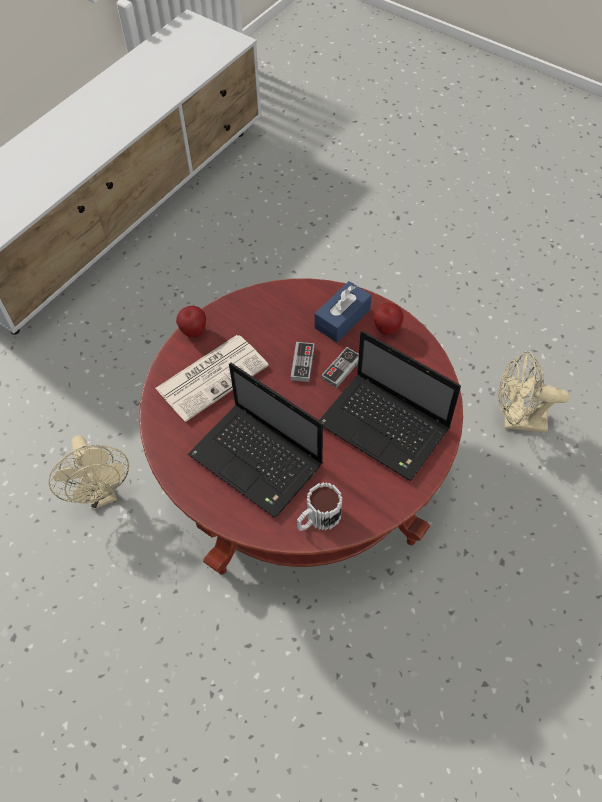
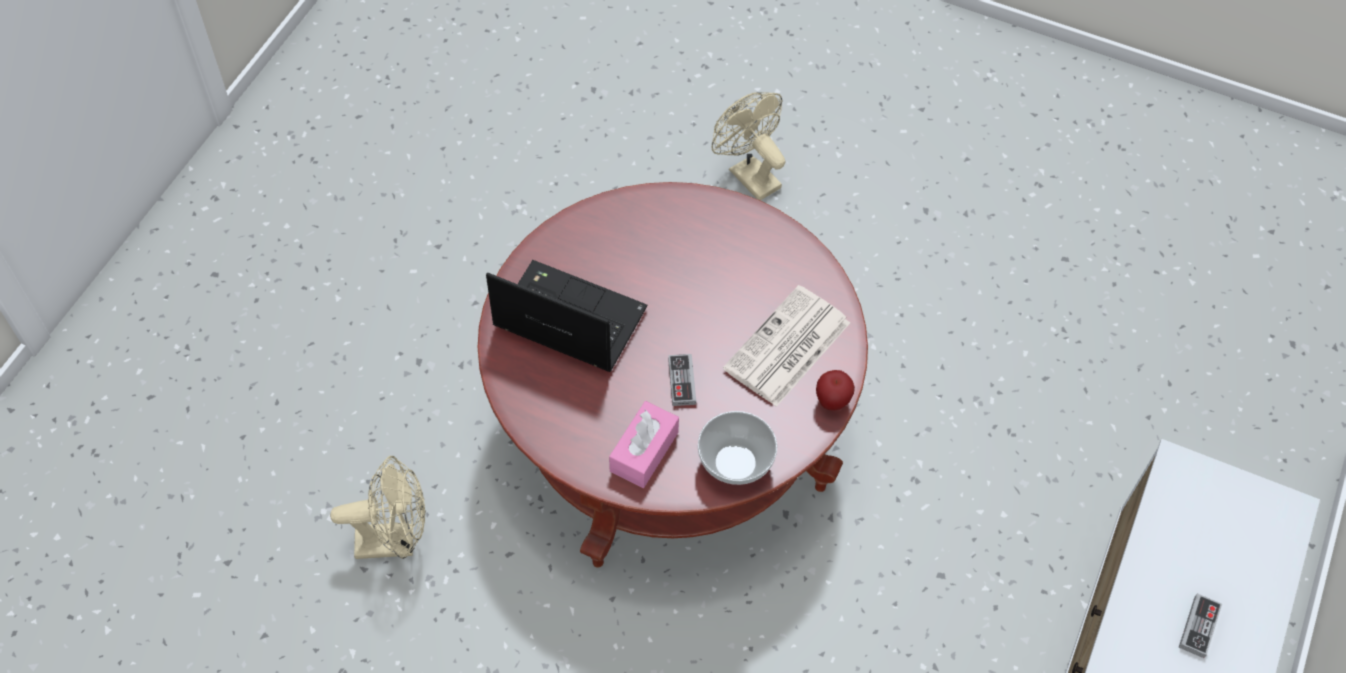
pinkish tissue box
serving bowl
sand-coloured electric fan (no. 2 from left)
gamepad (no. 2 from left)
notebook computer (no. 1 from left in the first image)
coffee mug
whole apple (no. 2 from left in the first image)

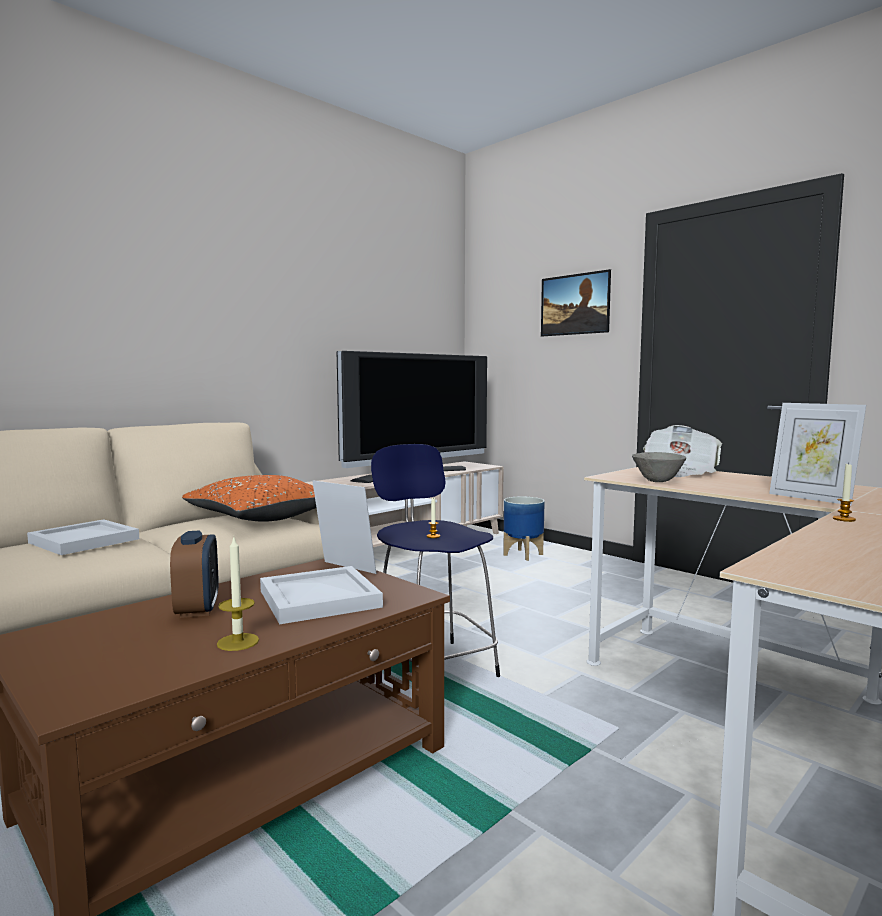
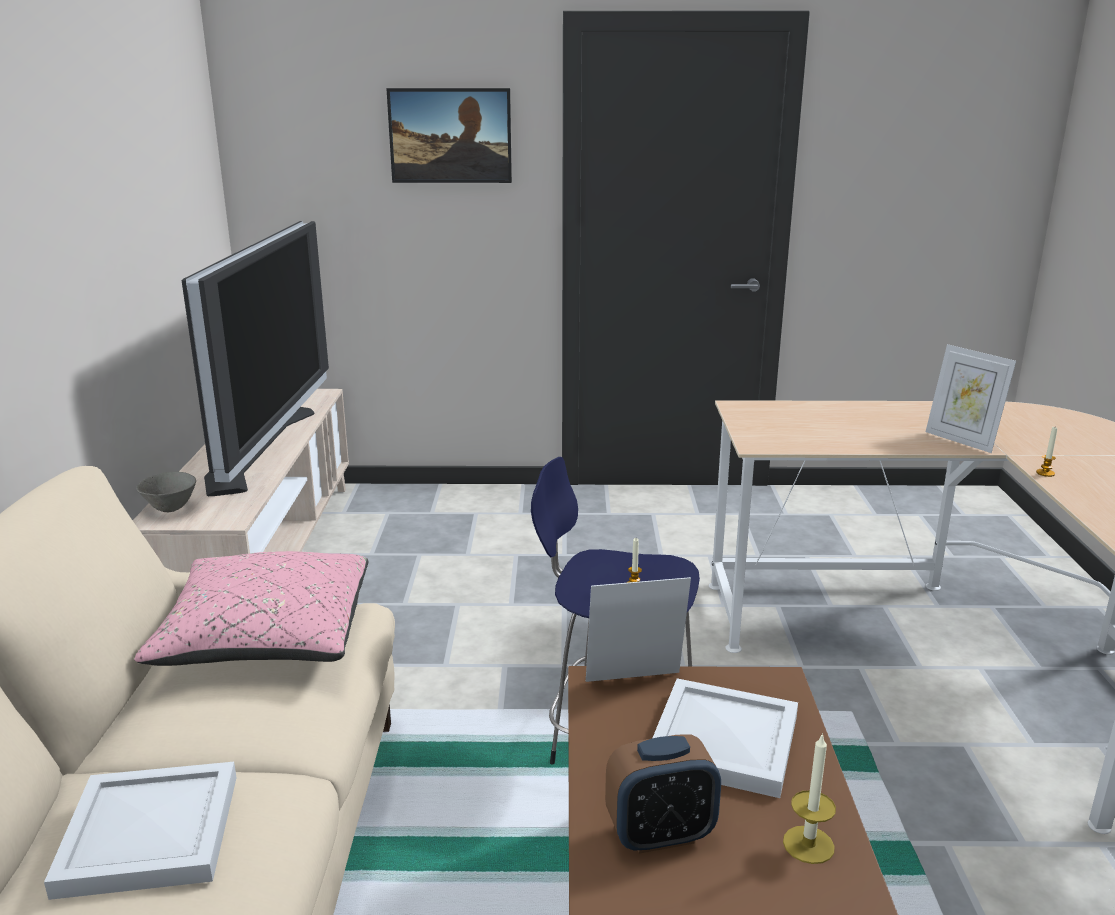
pinkish cushion
greyish serving bowl
bedside clock
standing frame (no. 2 from left)
flower pot
newspaper

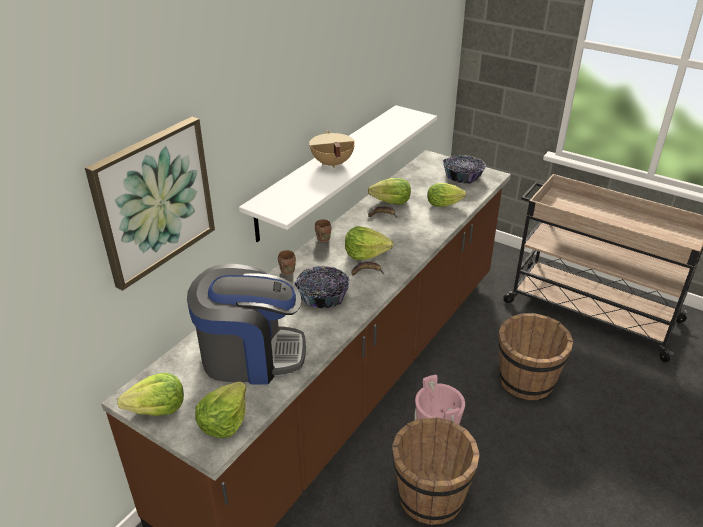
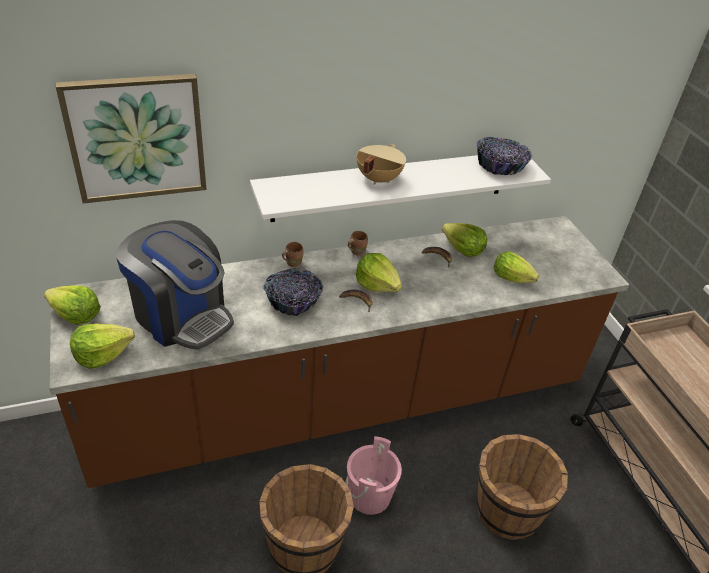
serving bowl (no. 2 from left)

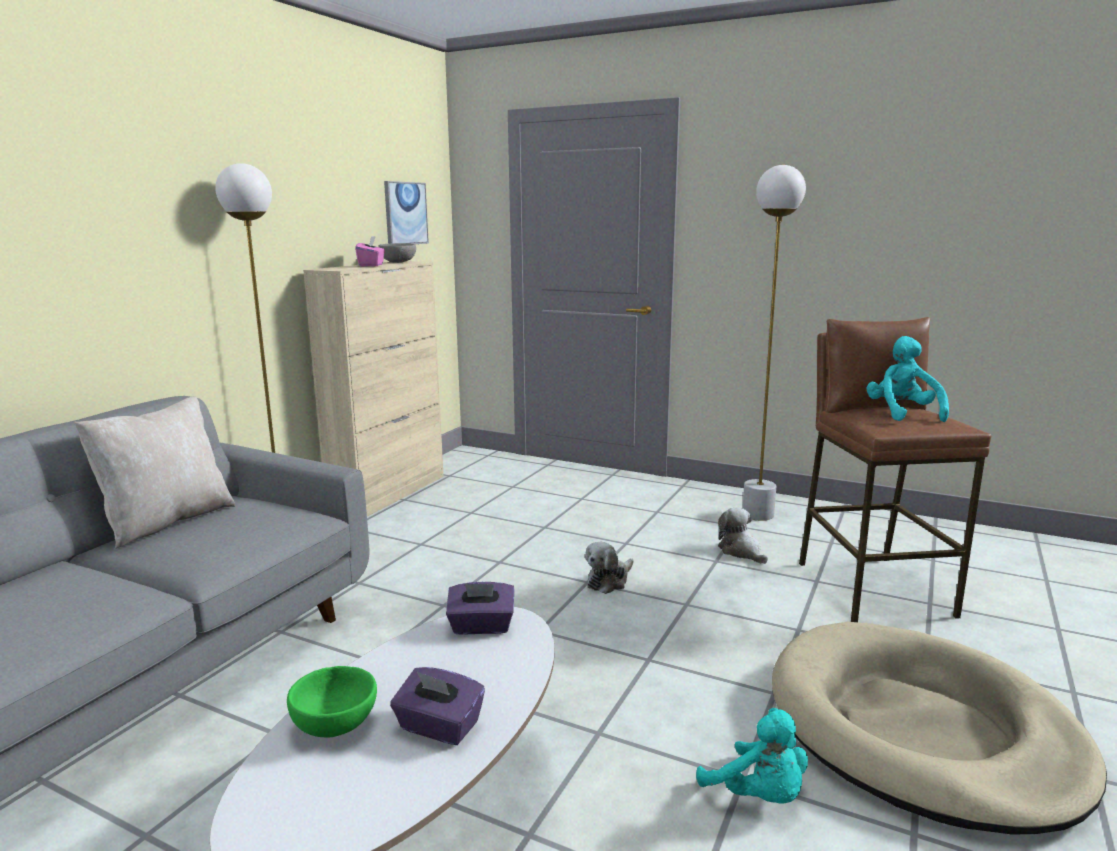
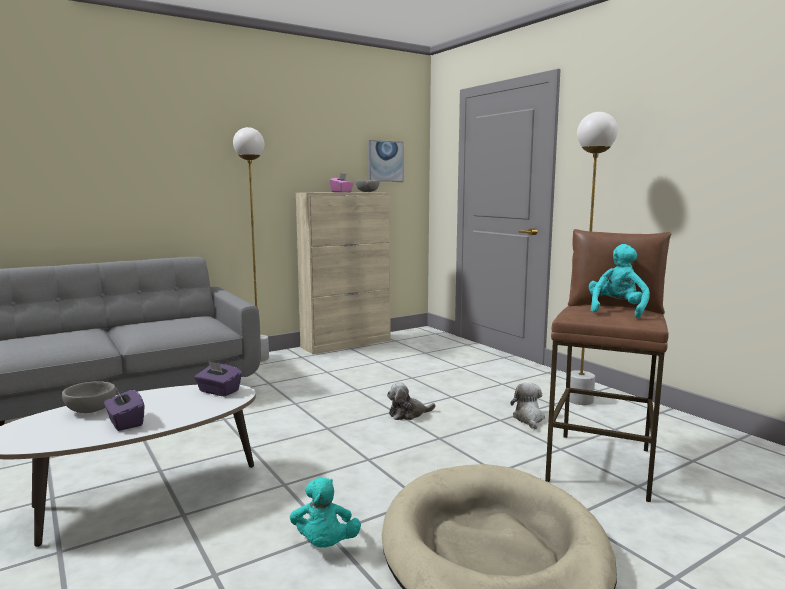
greyish serving bowl (no. 1 from left)
sand-coloured cushion

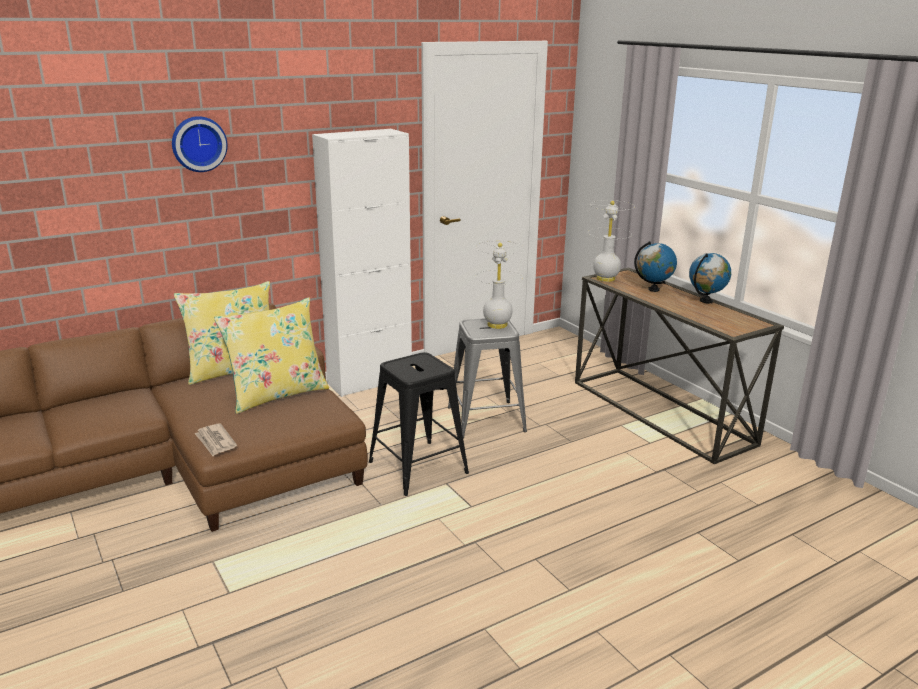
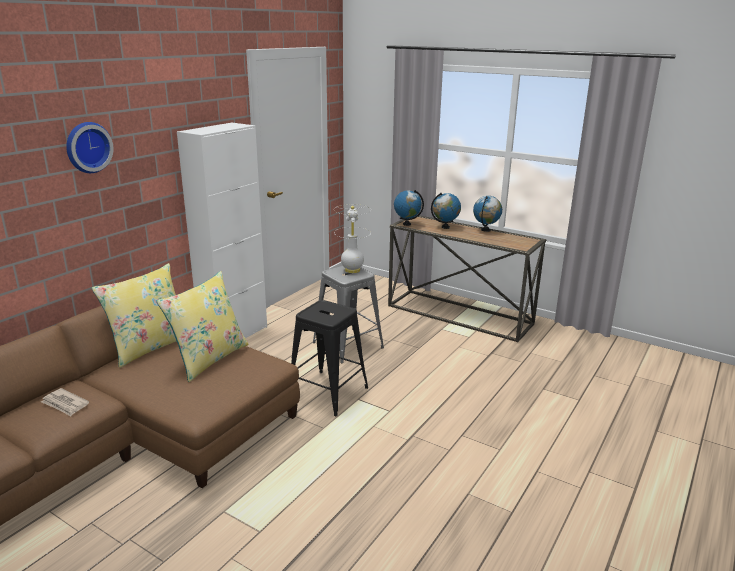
newspaper
desk globe (no. 1 from left)

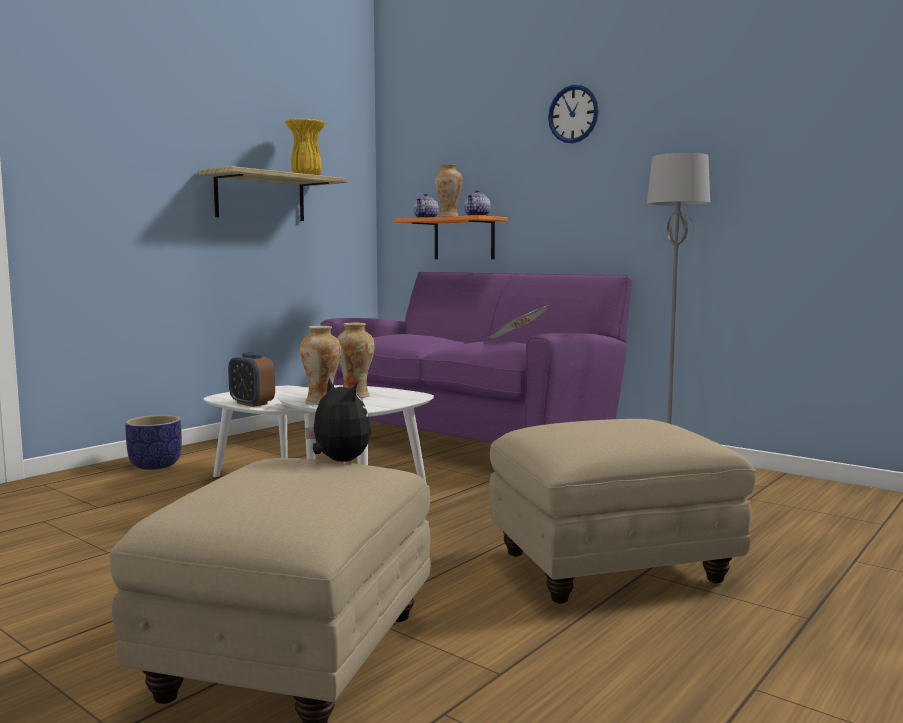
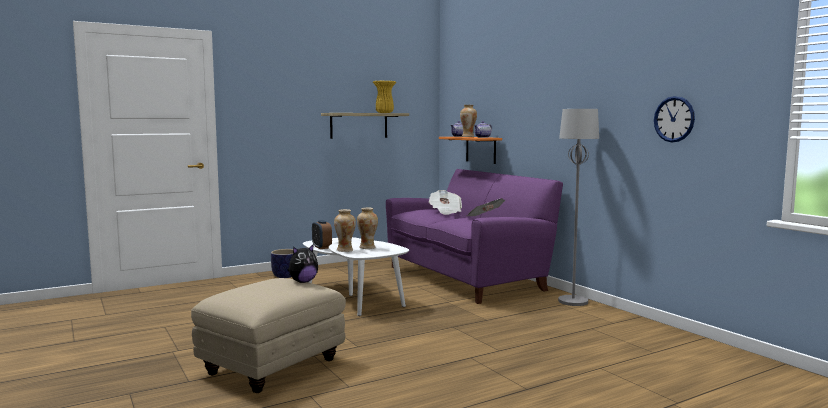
cuddly toy
newspaper (no. 1 from left)
hanging clock
sand-coloured ottoman (no. 2 from left in the first image)

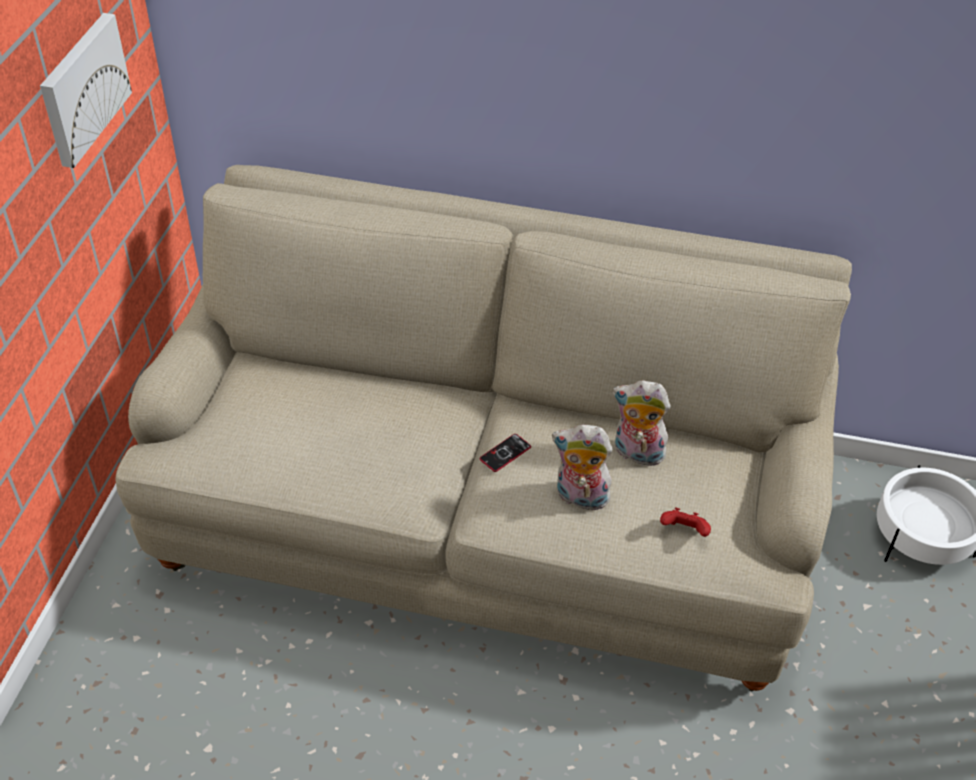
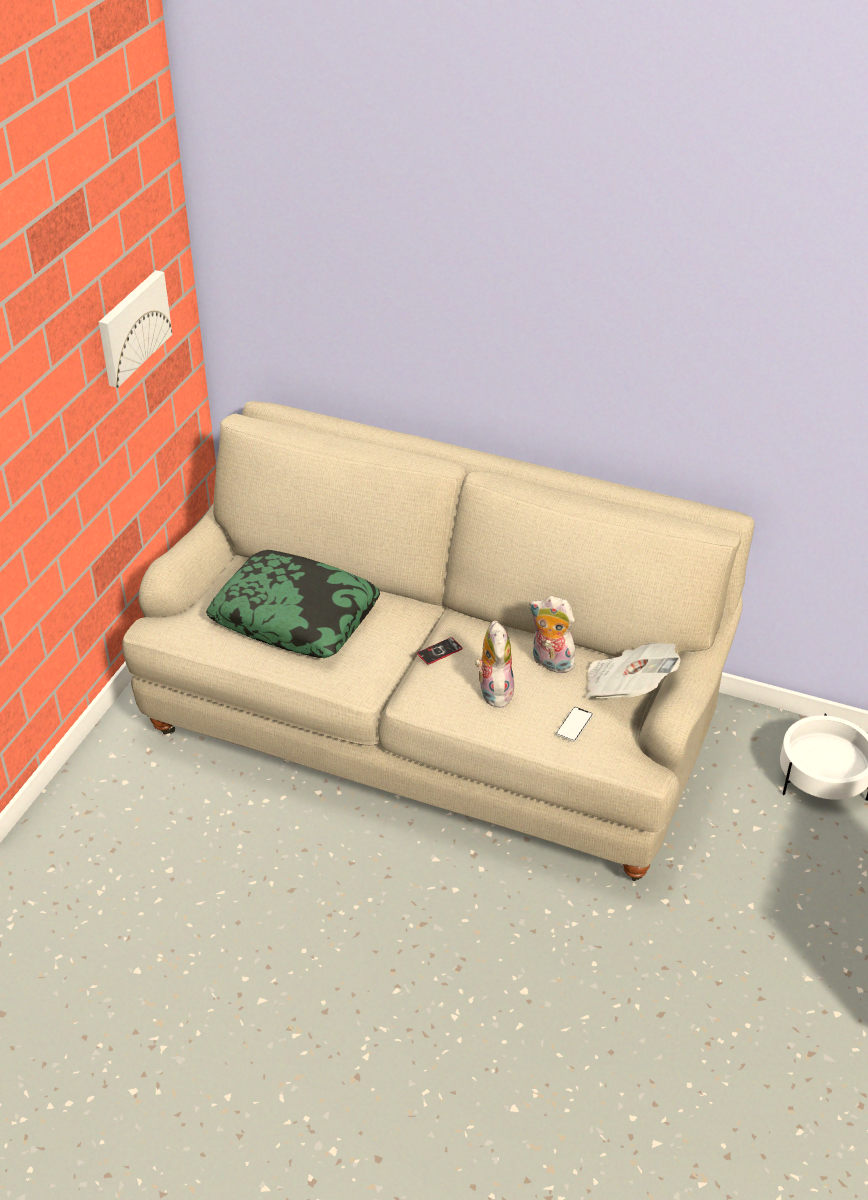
cushion
cuddly toy (no. 1 from left)
telephone (no. 2 from left)
newspaper

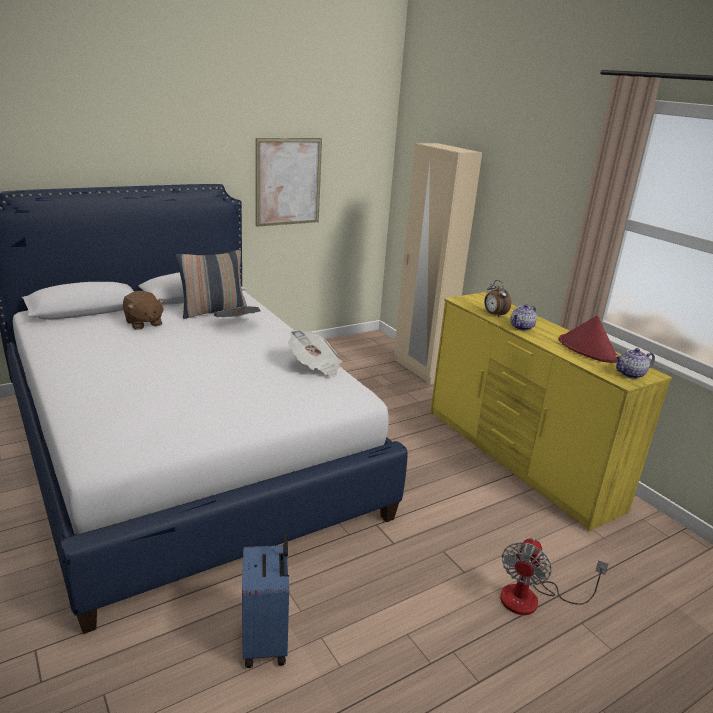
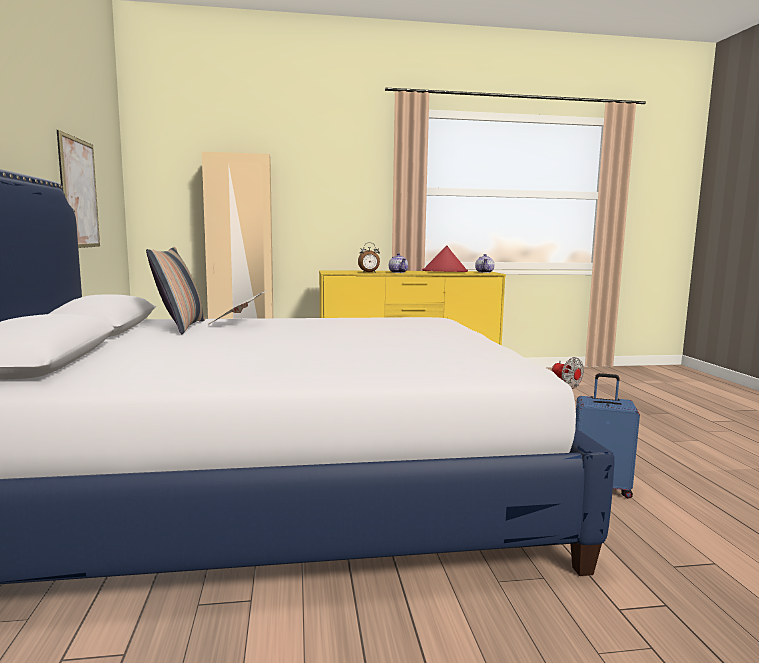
brown cuddly toy
newspaper (no. 2 from left in the first image)

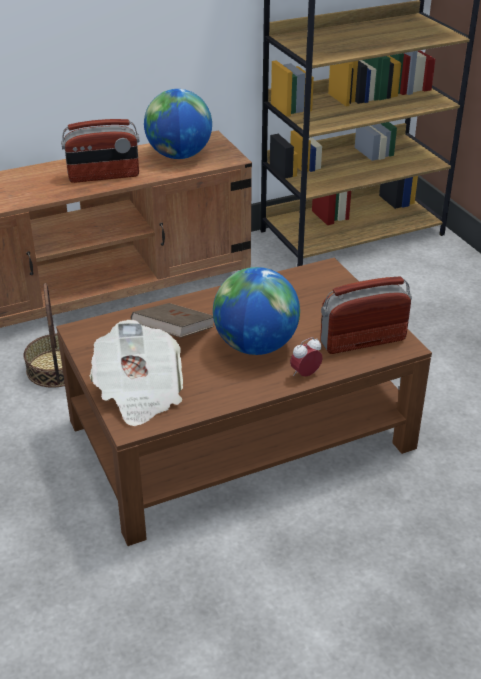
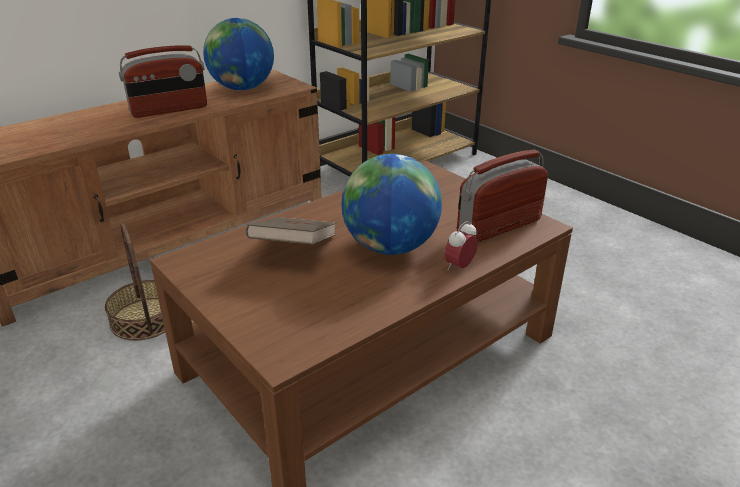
newspaper

